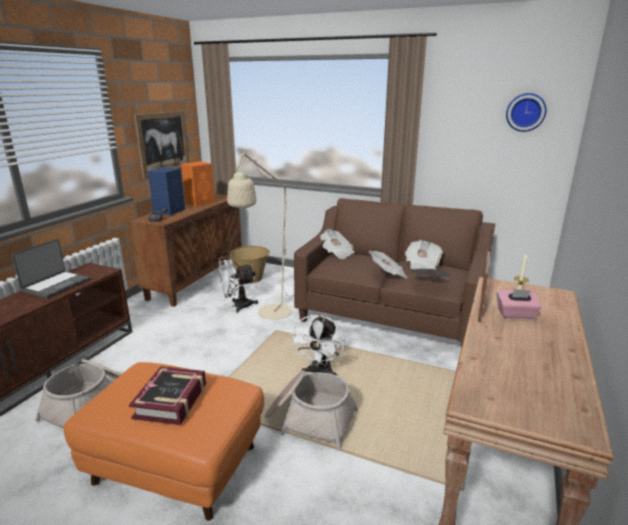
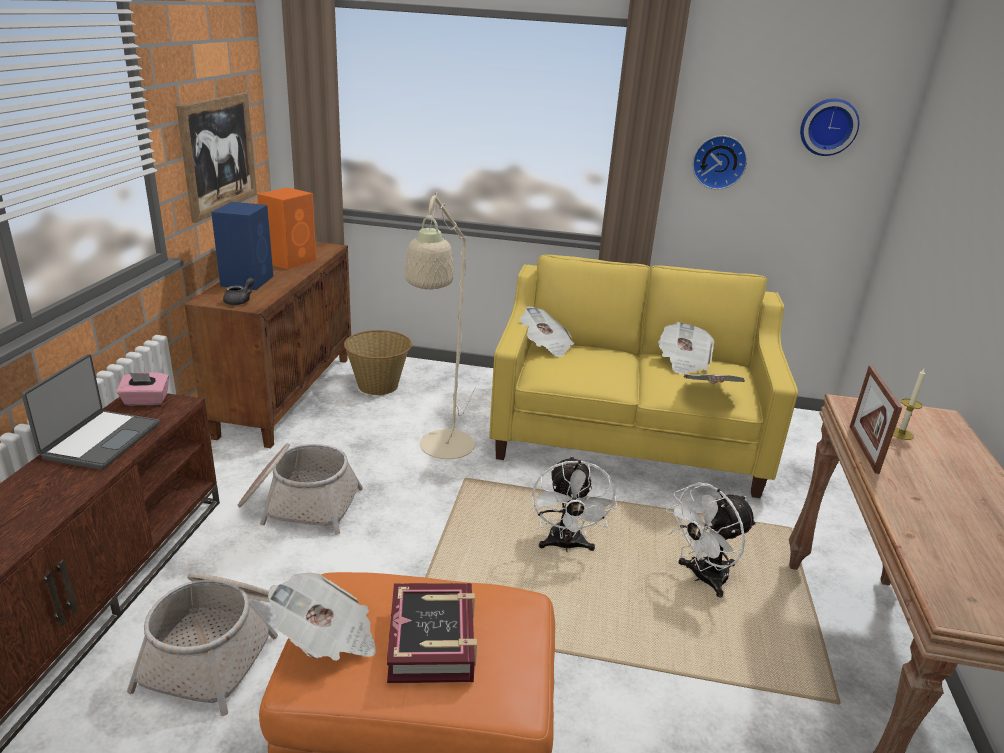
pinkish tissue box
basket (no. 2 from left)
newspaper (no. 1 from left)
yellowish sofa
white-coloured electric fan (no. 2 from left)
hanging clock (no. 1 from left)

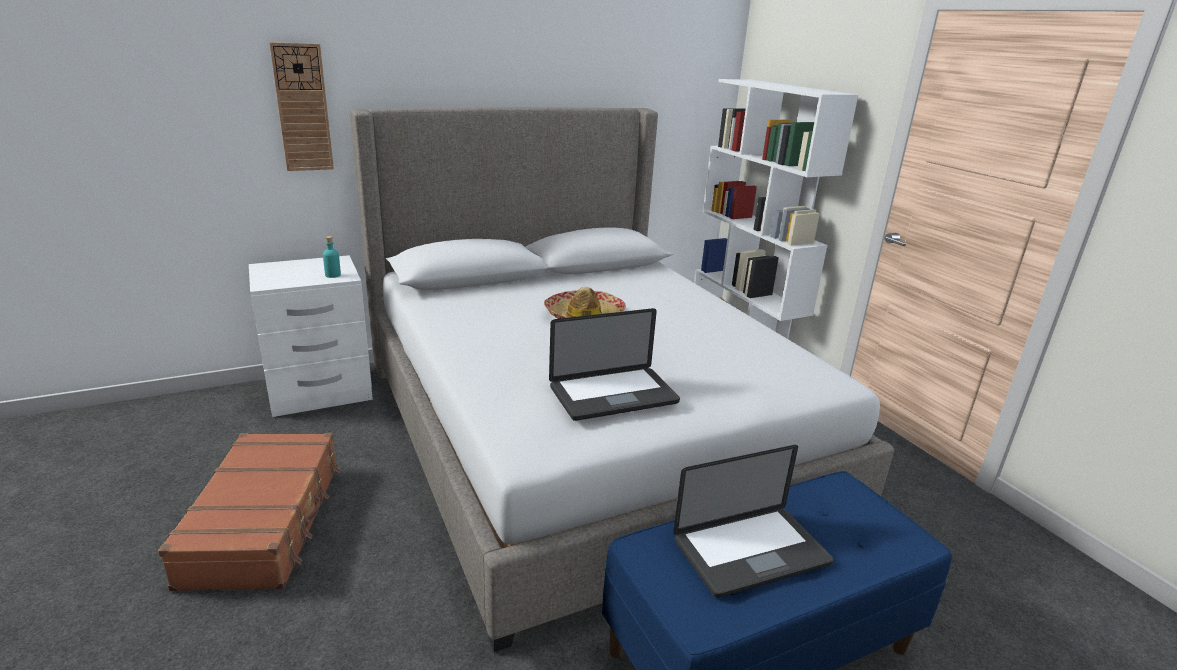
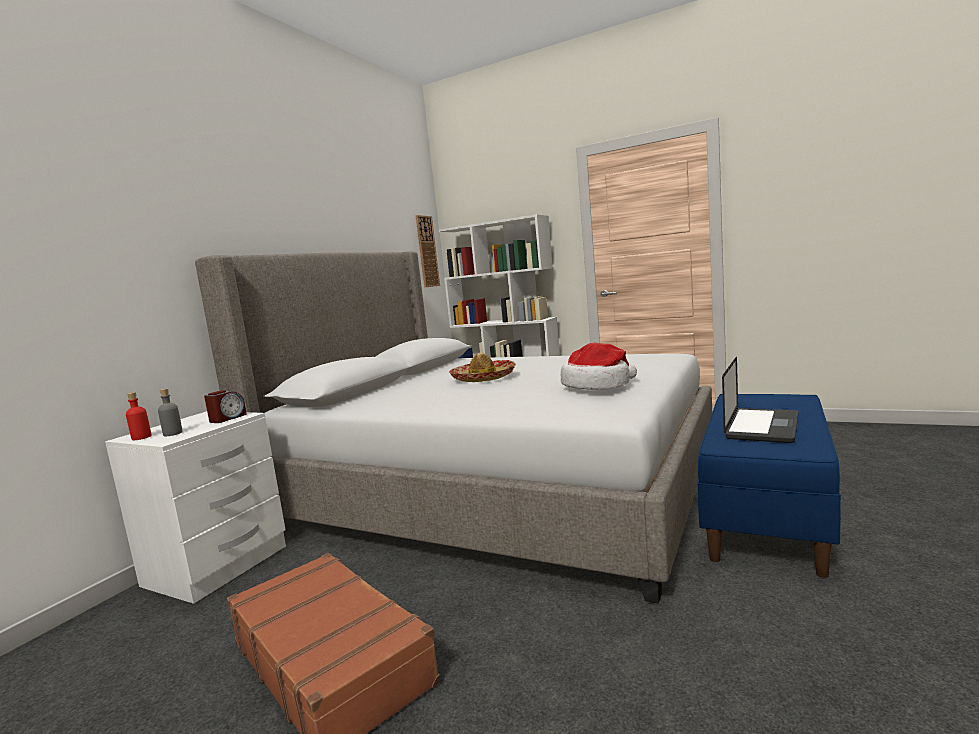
red beverage bottle
greyish beverage bottle
bedside clock
hanging clock
wearable hat (no. 2 from left)

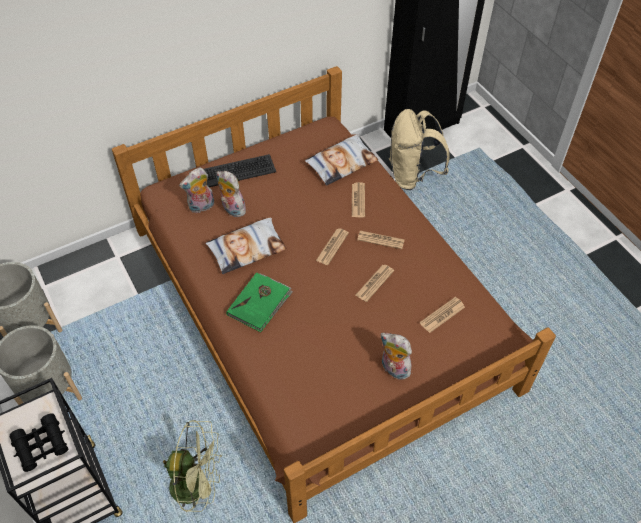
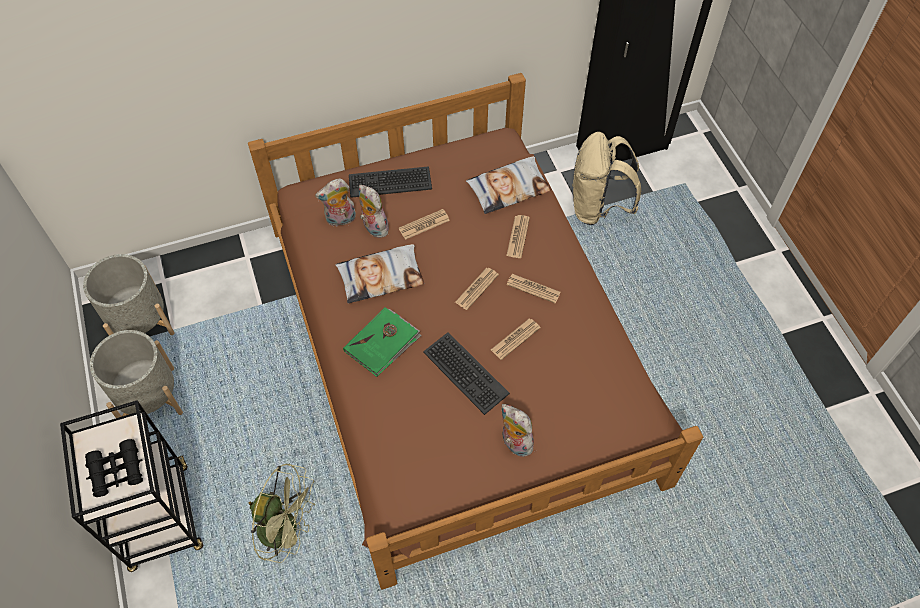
newspaper (no. 1 from left)
PC keyboard (no. 2 from left)

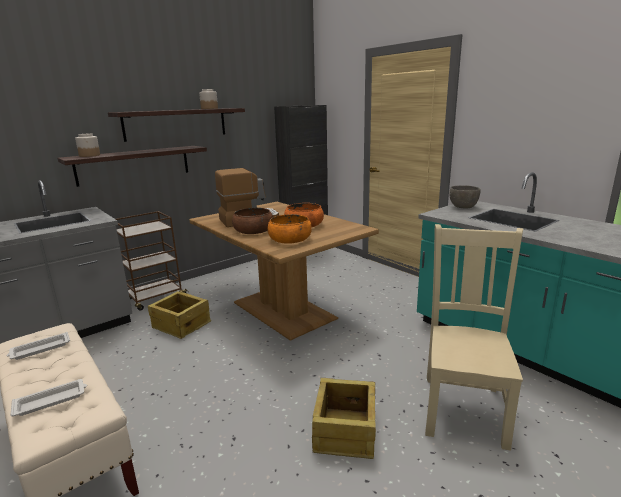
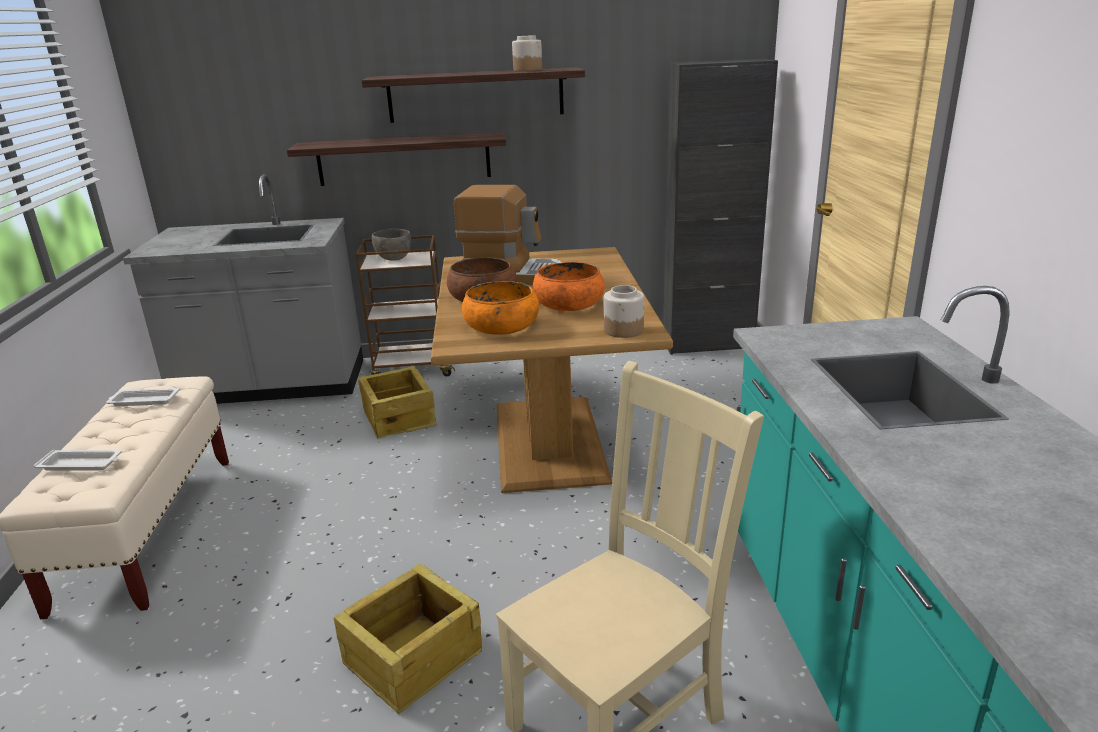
greyish serving bowl
jar (no. 2 from left)

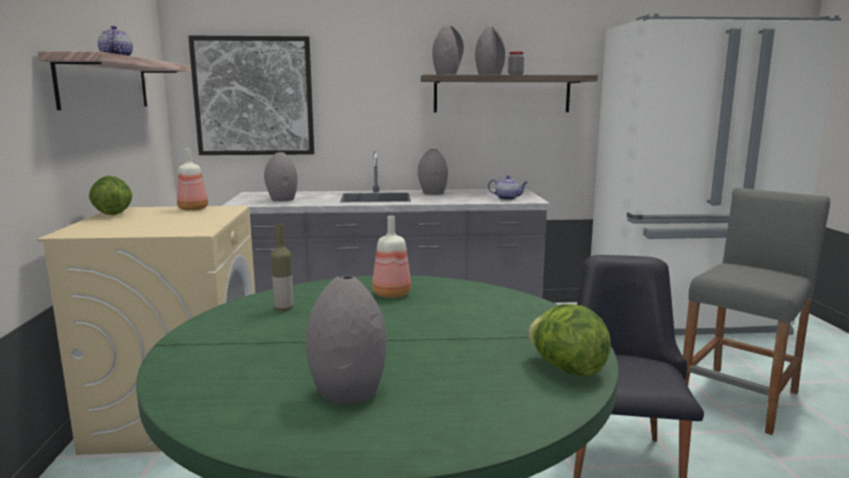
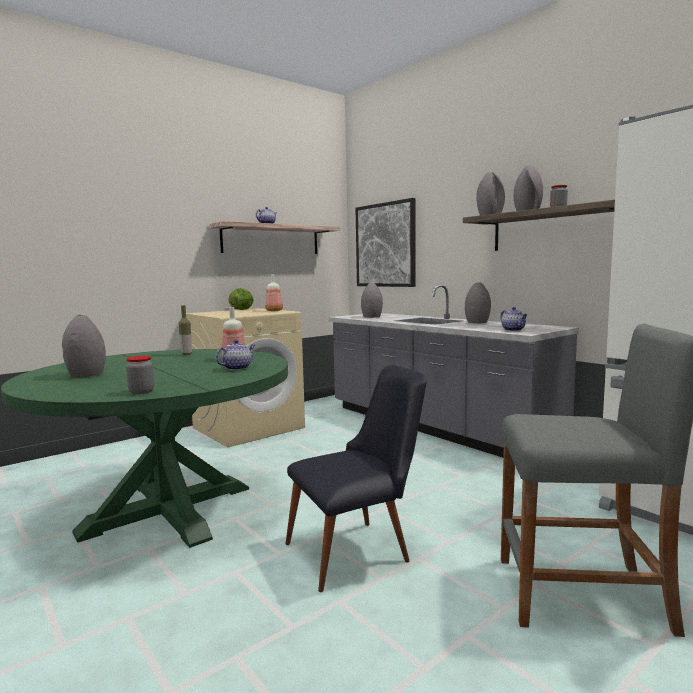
jar (no. 1 from left)
tea pot (no. 1 from left)

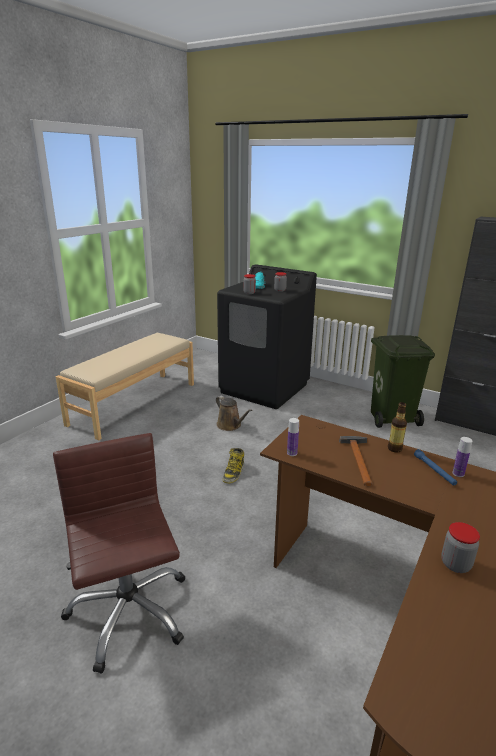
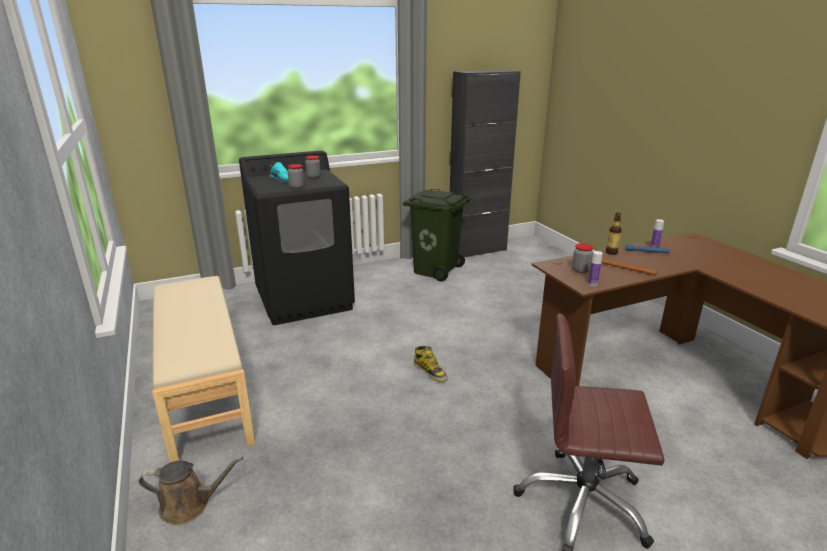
brown watering pot
jar (no. 3 from left)

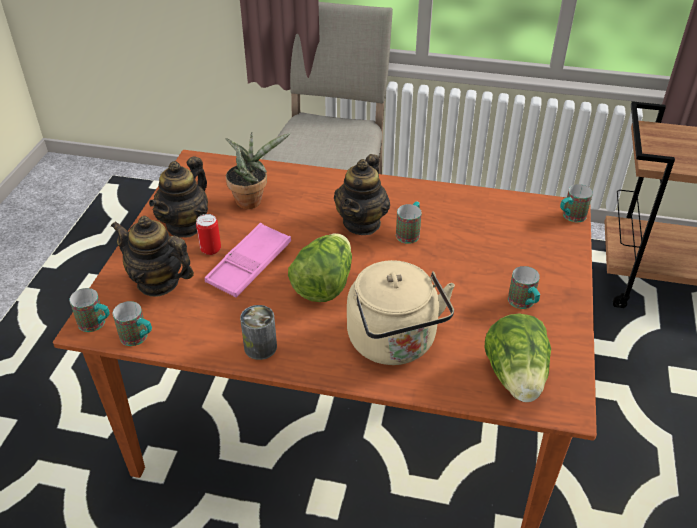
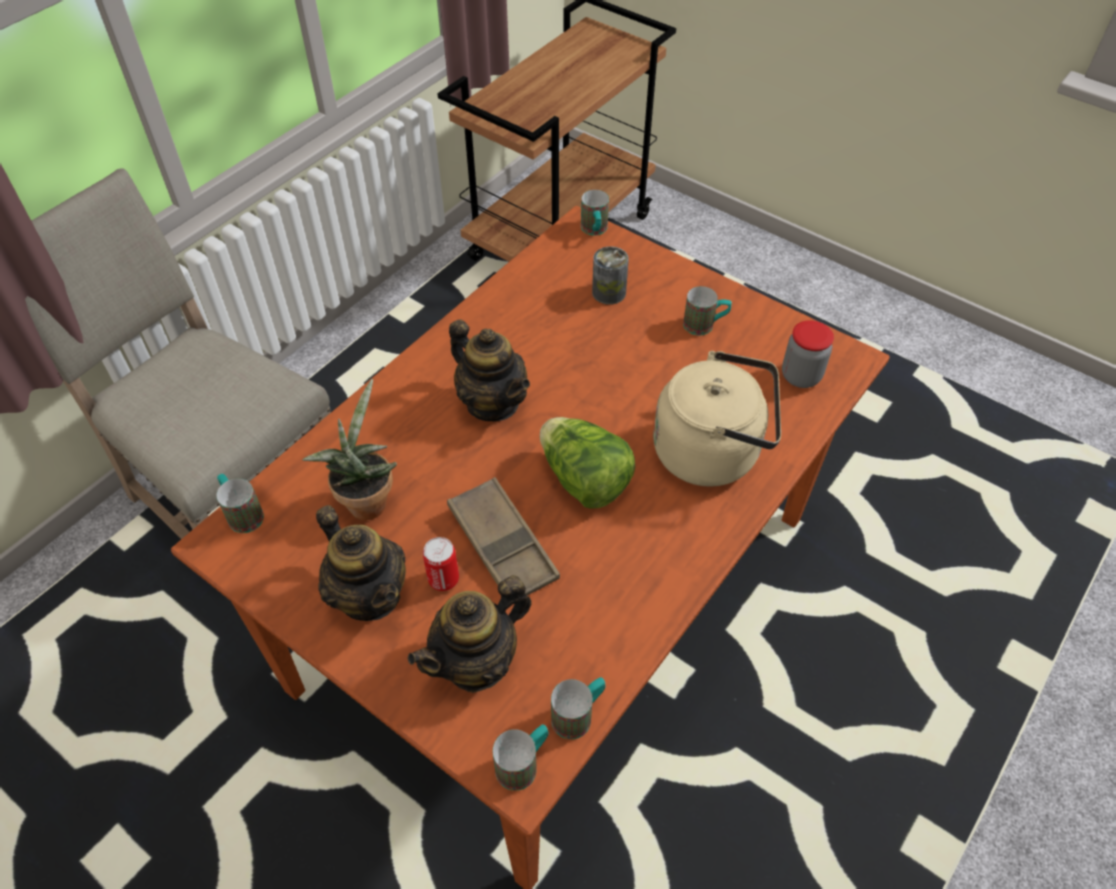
coffee mug (no. 1 from left)
brown carrying tray
sealed can (no. 2 from left)
jar

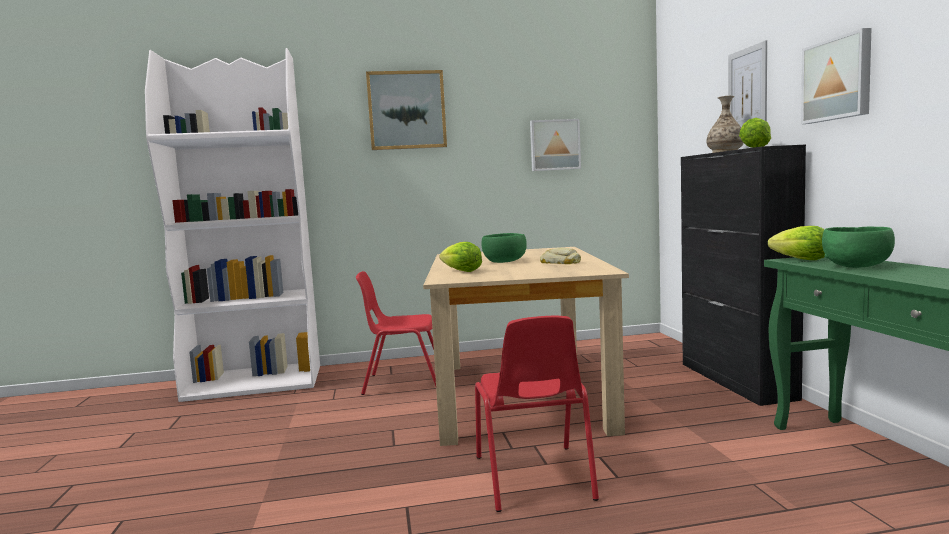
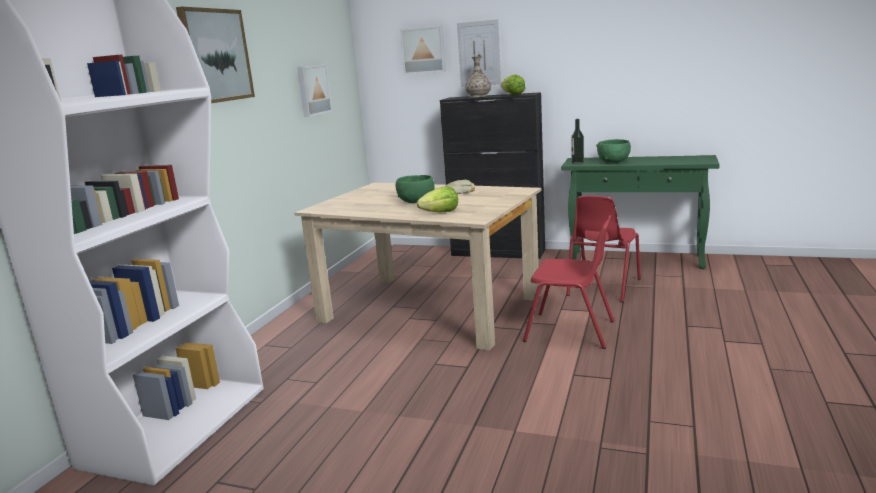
wall picture (no. 3 from left)
red upright chair (no. 2 from left)
beverage bottle

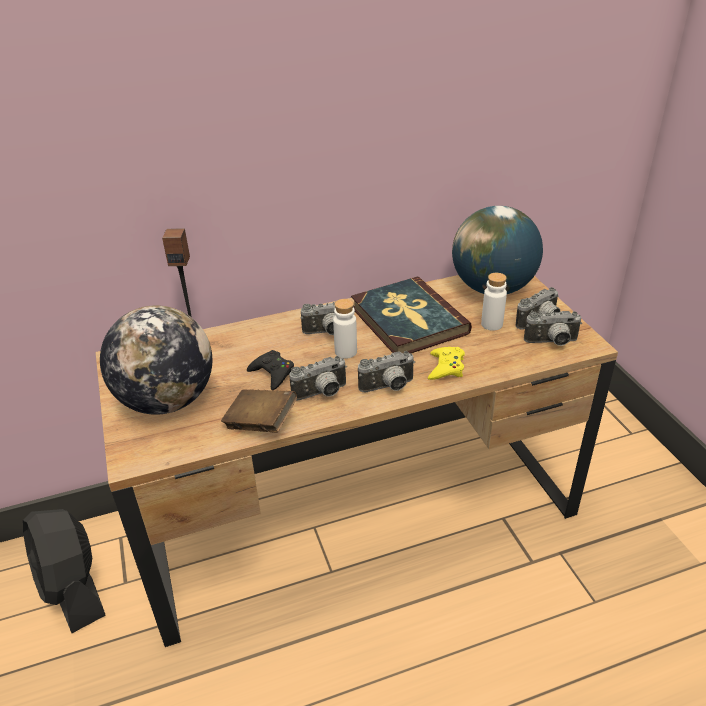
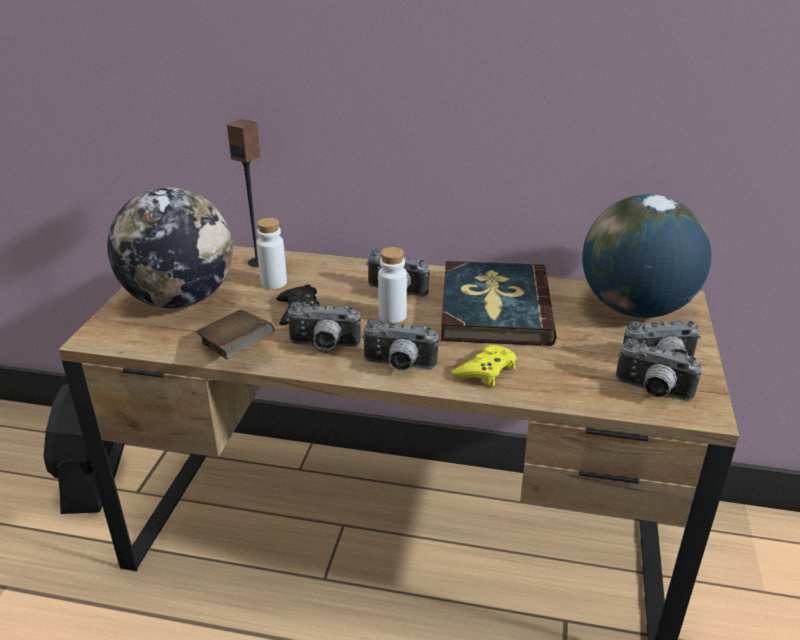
white-coloured beverage bottle (no. 1 from left)

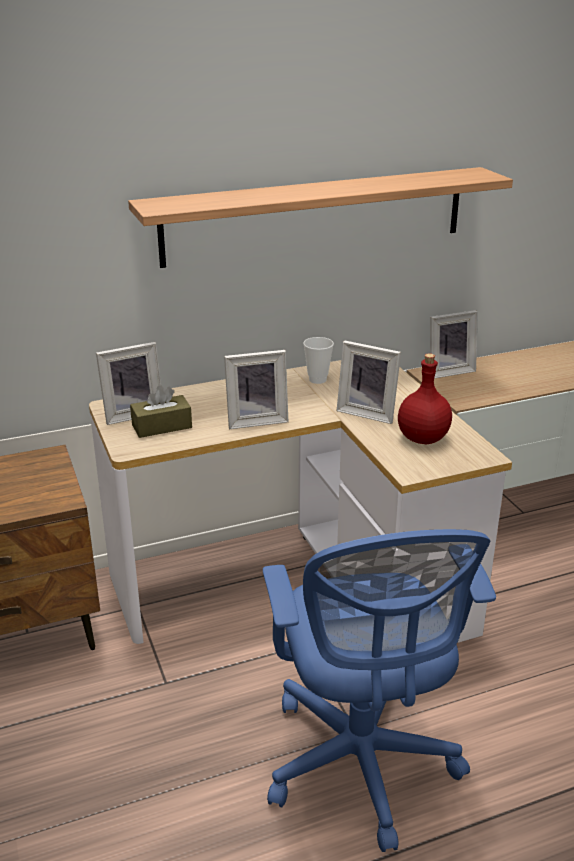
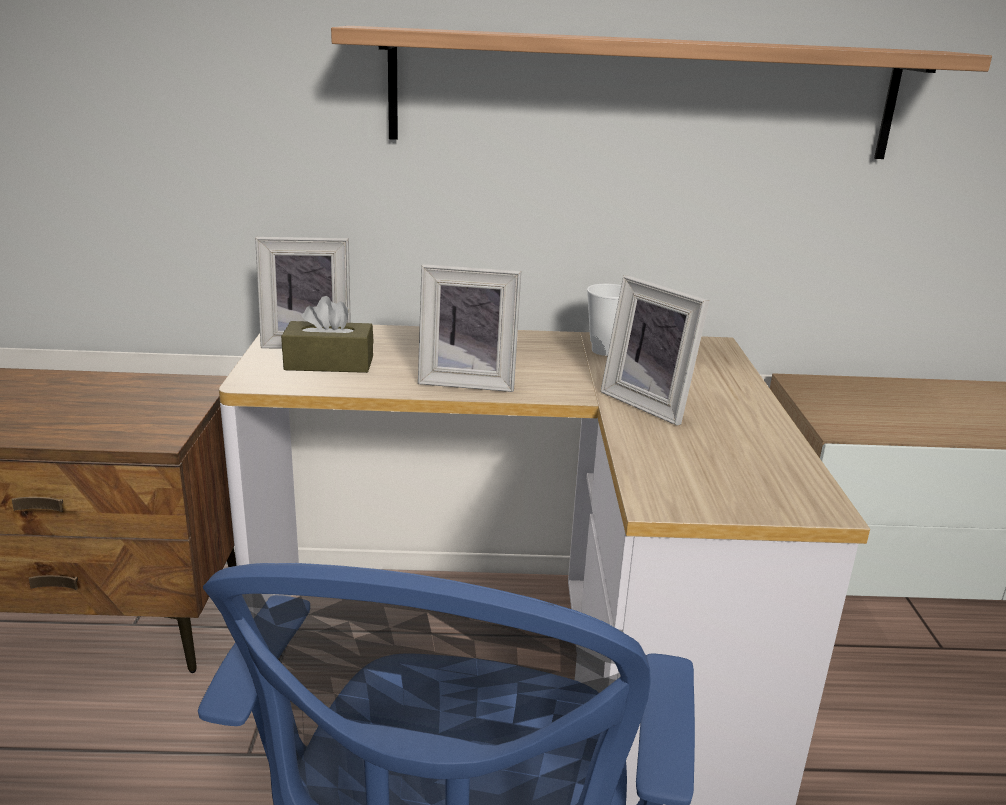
red beverage bottle
standing frame (no. 4 from left in the first image)

